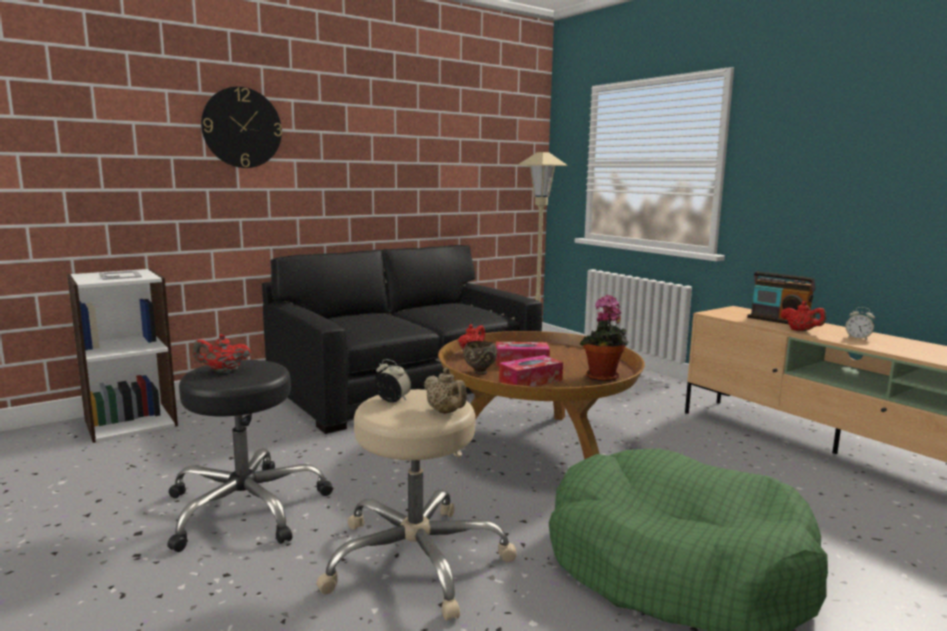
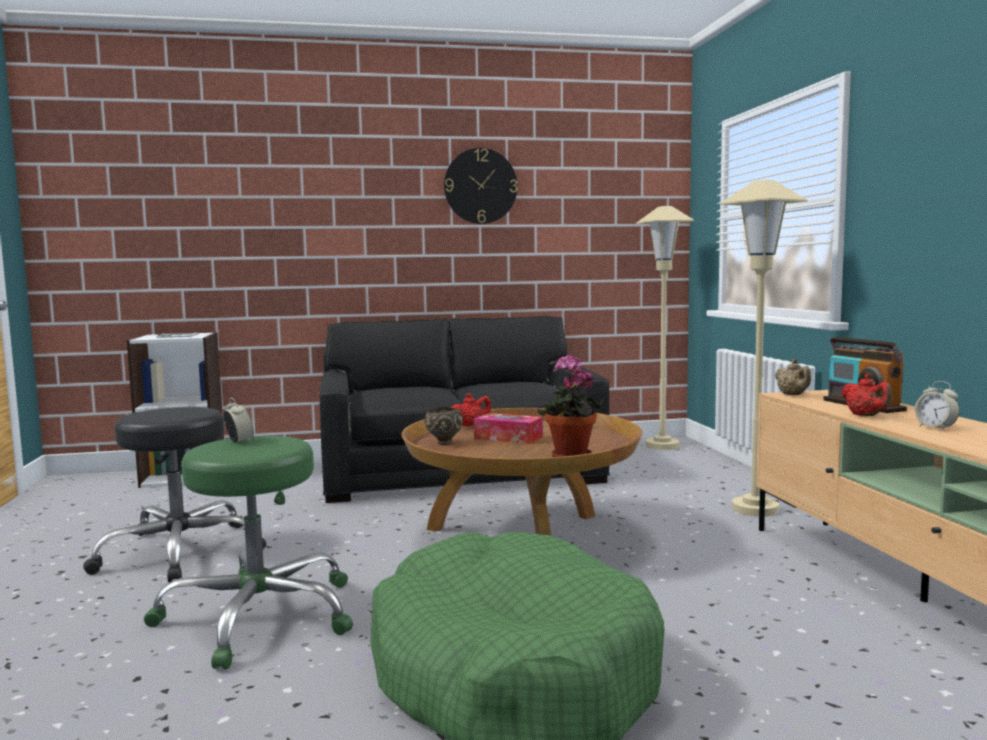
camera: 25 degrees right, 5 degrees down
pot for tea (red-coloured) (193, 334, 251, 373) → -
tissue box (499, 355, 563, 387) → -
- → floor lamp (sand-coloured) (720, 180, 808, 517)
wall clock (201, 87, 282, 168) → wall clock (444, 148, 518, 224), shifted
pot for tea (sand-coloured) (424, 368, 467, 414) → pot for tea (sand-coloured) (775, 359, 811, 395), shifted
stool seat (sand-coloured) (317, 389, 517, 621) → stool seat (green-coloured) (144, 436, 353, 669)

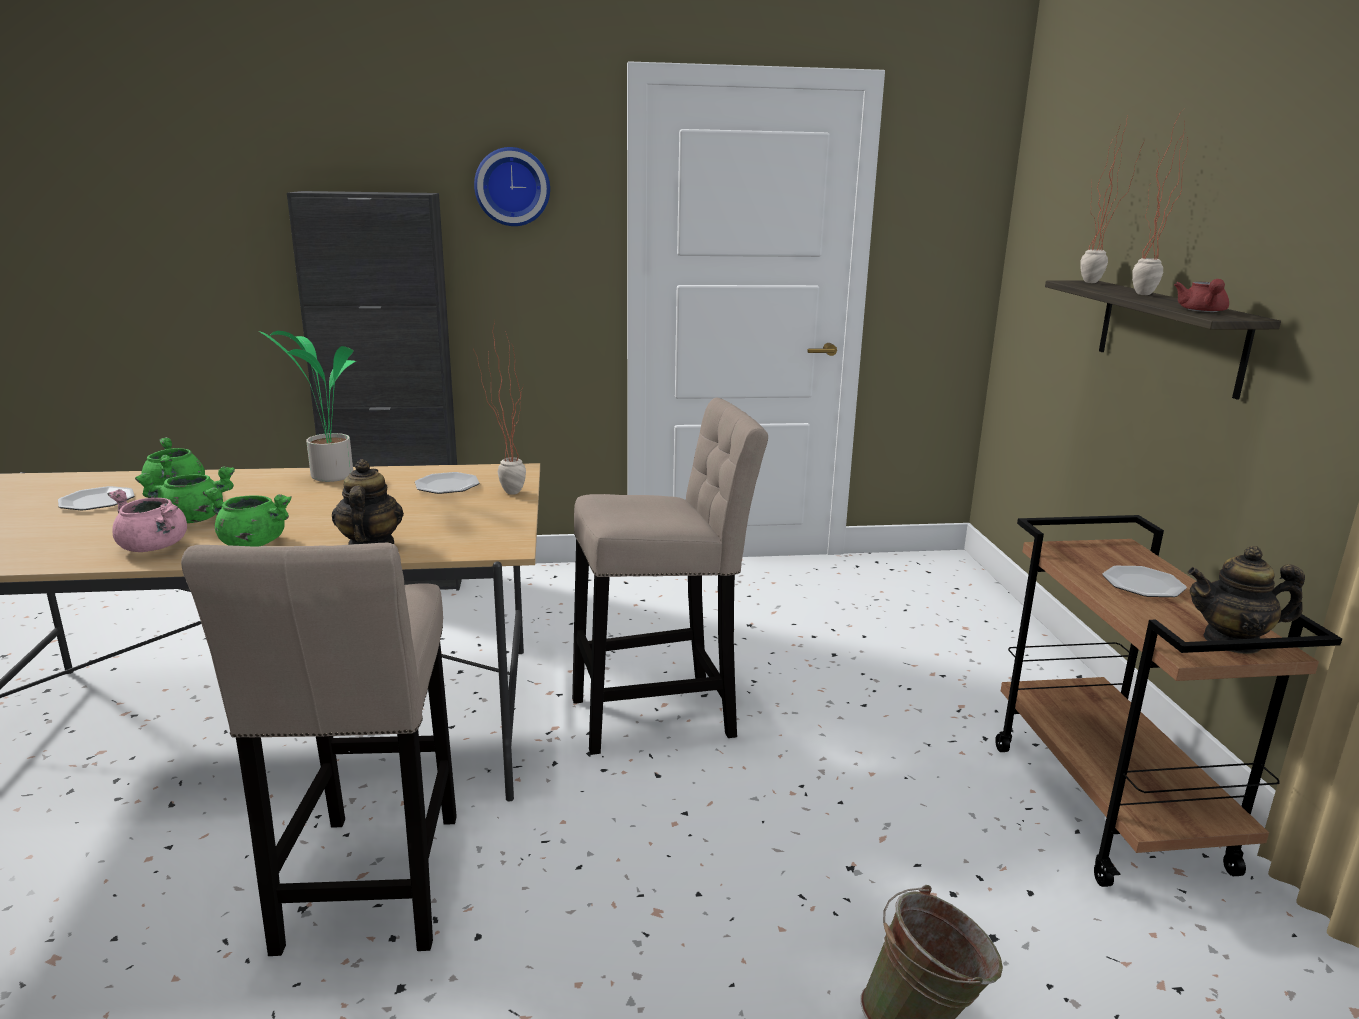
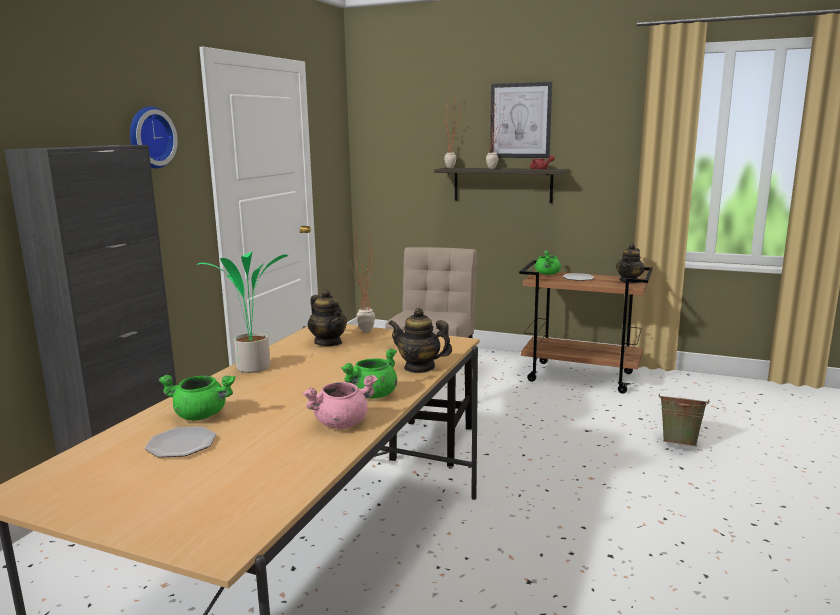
camera: 60 degrees left, 5 degrees down
stool seat (sand-coloured) (181, 543, 457, 956) → -
- → wall picture (490, 82, 552, 158)
cooking pot (green-coloured) (135, 466, 235, 523) → cooking pot (green-coloured) (535, 250, 561, 275), shifted
plate (415, 472, 479, 494) → pot for tea (308, 289, 347, 346)

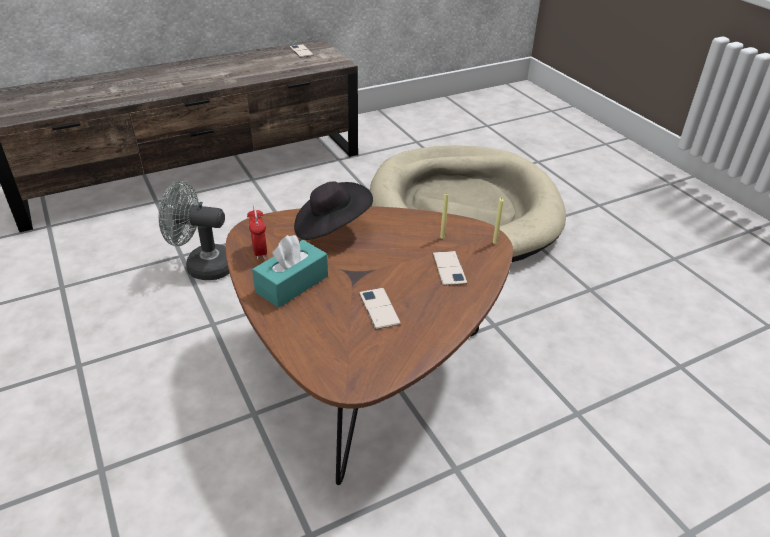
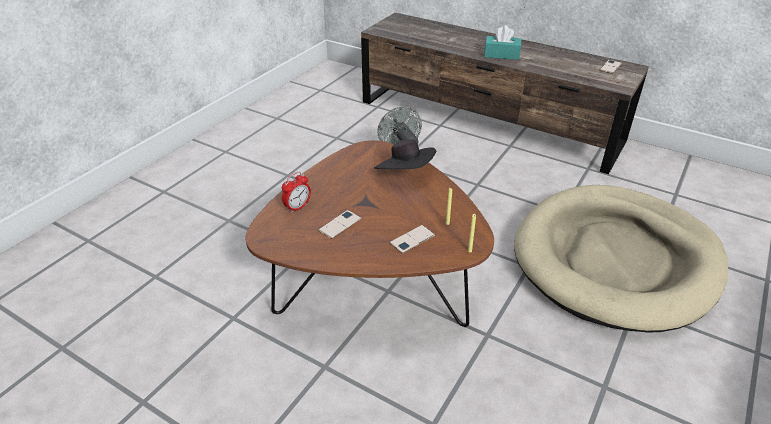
camera: 60 degrees right, 0 degrees up
alarm clock (247, 205, 267, 260) → alarm clock (282, 172, 311, 213), shifted
tissue box (blue-green) (252, 235, 328, 308) → tissue box (blue-green) (484, 25, 521, 60), shifted

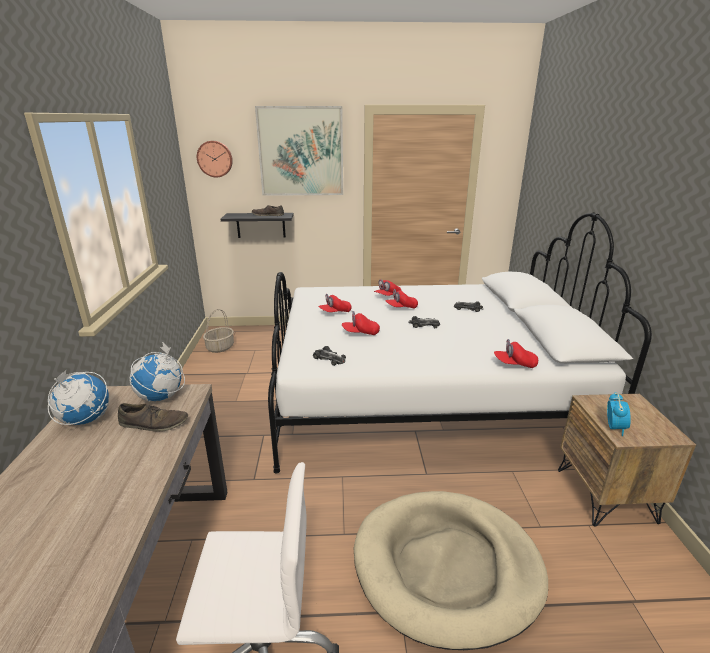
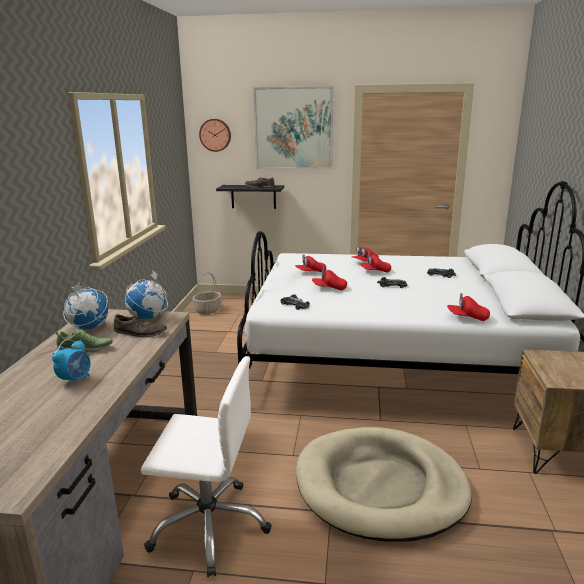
camera: 10 degrees right, 5 degrees down
- → item of footwear (55, 329, 113, 353)
alarm clock (607, 392, 631, 436) → alarm clock (52, 340, 91, 387), shifted

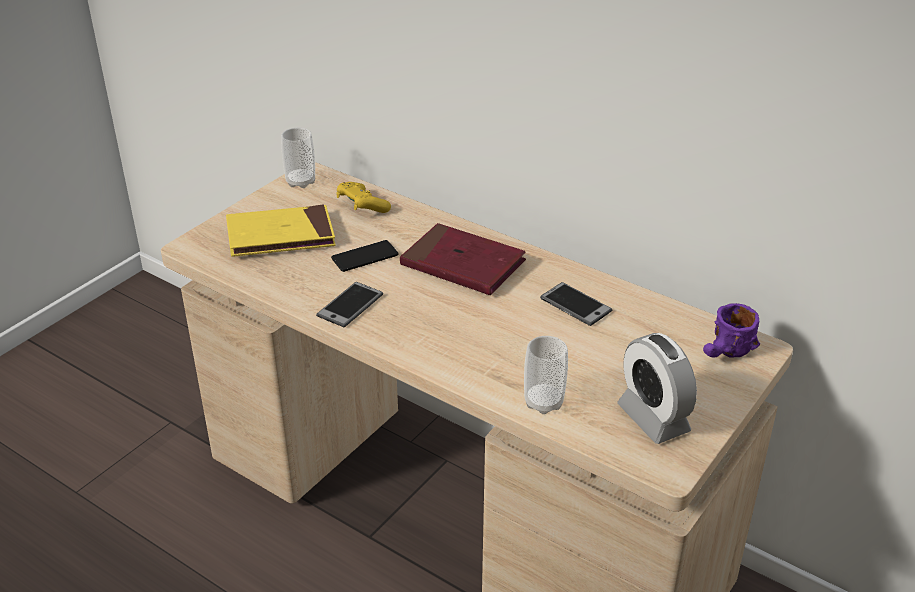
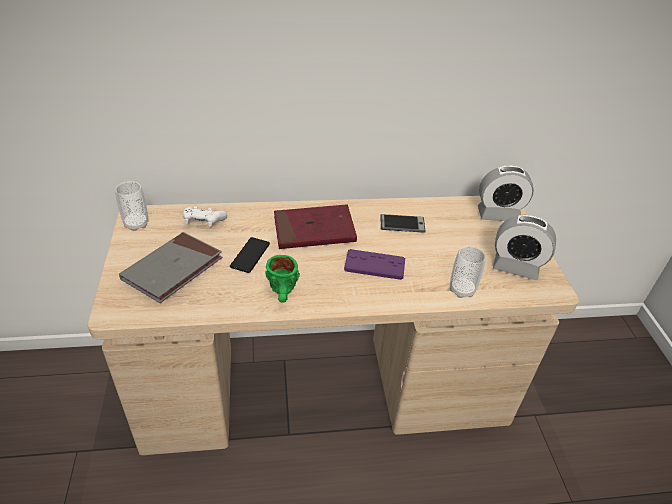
camera: 45 degrees left, 5 degrees up
- → game controller (purple-coloured) (344, 249, 405, 280)
telephone (316, 282, 383, 327) → tea mug (green-coloured) (265, 255, 300, 302)
tea mug (purple-coloured) (703, 303, 760, 358) → alarm clock (478, 165, 534, 221)
bound book (yellow-coloured) (226, 204, 336, 257) → bound book (greyish) (119, 232, 222, 303)
game controller (yellow-coloured) (337, 182, 391, 213) → game controller (whitish) (183, 206, 227, 226)

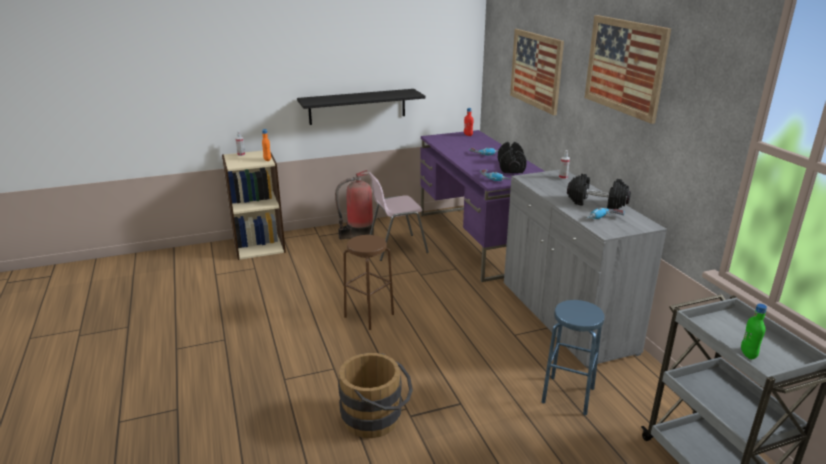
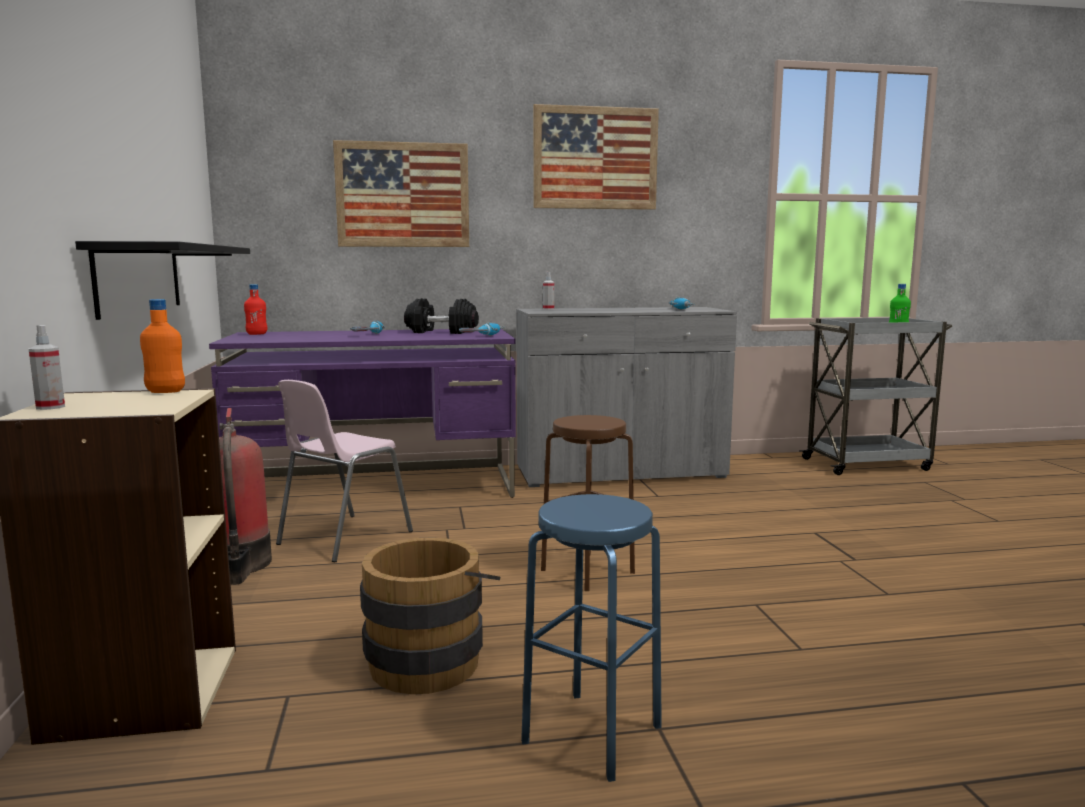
camera: 80 degrees left, 15 degrees down
hand weight (black) (567, 174, 631, 209) → -
water bucket (brownish) (338, 353, 413, 438) → water bucket (brownish) (360, 537, 500, 694), shifted
stool seat (blue) (542, 300, 605, 415) → stool seat (blue) (521, 494, 662, 782), shifted
upright chair (pink-coloured) (368, 172, 429, 261) → upright chair (pink-coloured) (276, 380, 413, 562), 45 degrees clockwise

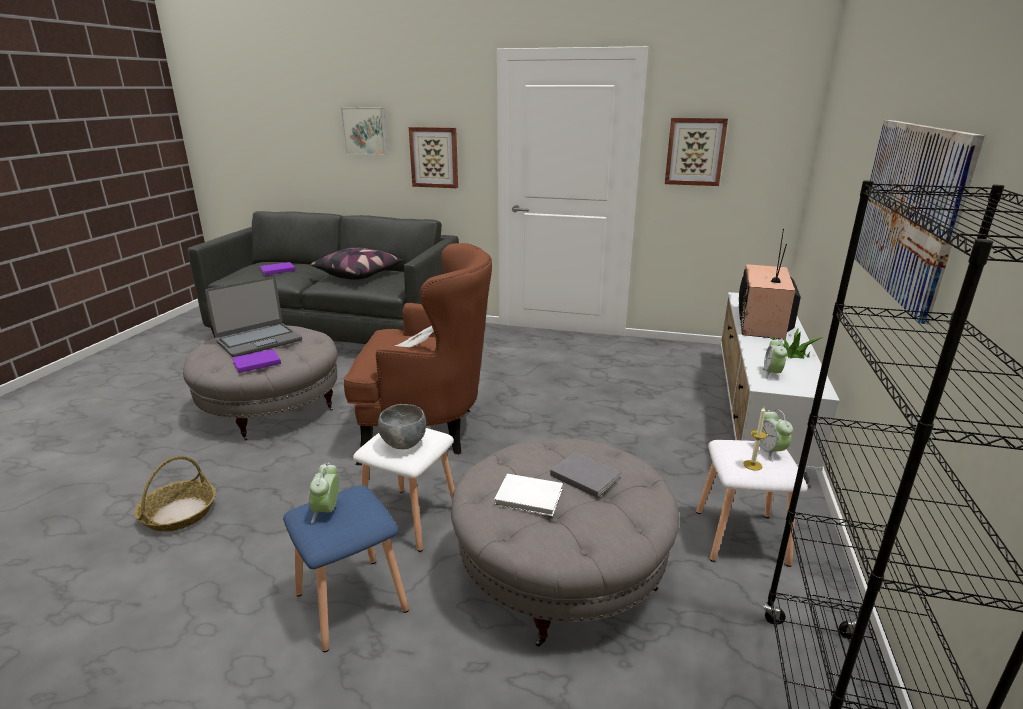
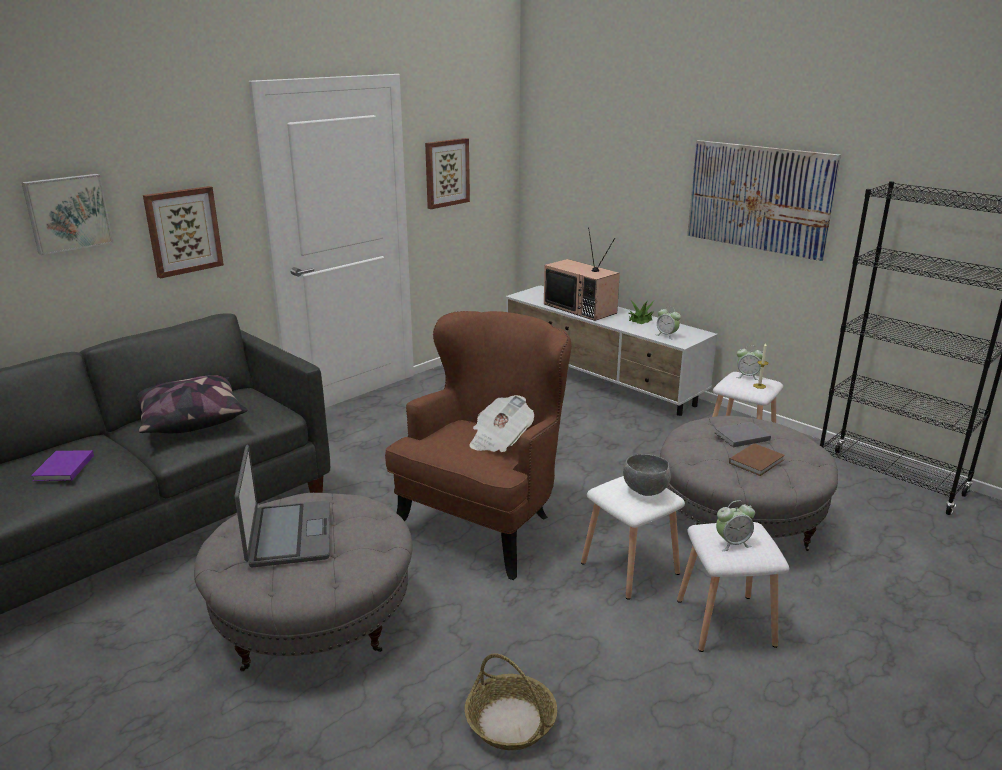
camera: 60 degrees left, 0 degrees up
bound book (purple-coloured) (232, 349, 281, 373) → -
stool seat (blue) (283, 485, 409, 652) → stool seat (whitish) (677, 522, 789, 652)
bound book (whitish) (494, 474, 563, 516) → bound book (brownish) (729, 443, 785, 476)
alarm clock (309, 463, 339, 523) → alarm clock (716, 501, 755, 551), 45 degrees counterclockwise

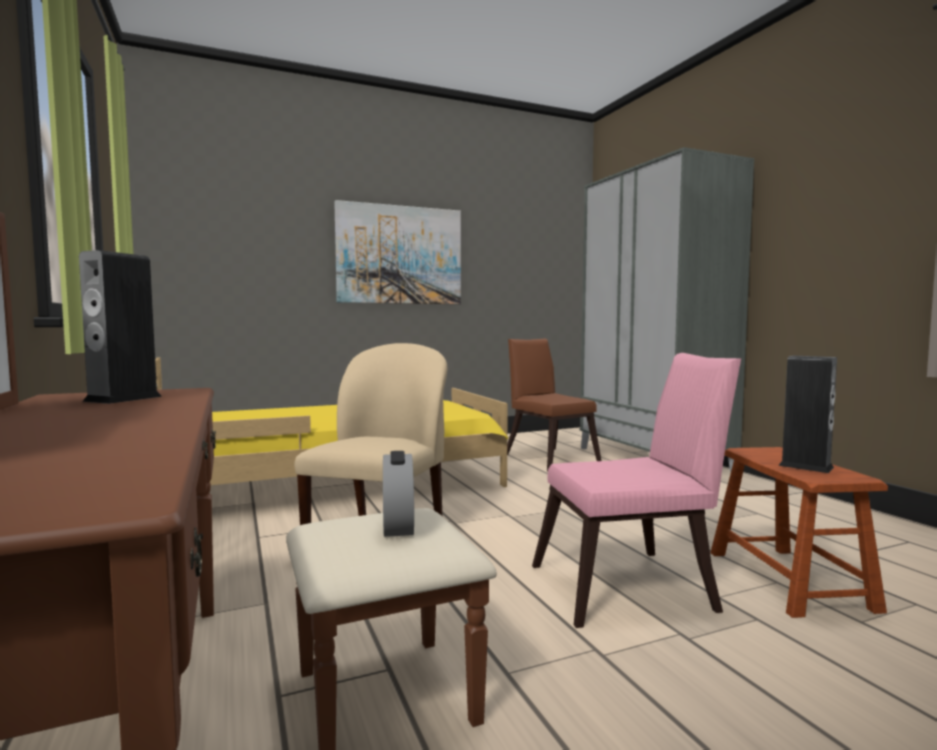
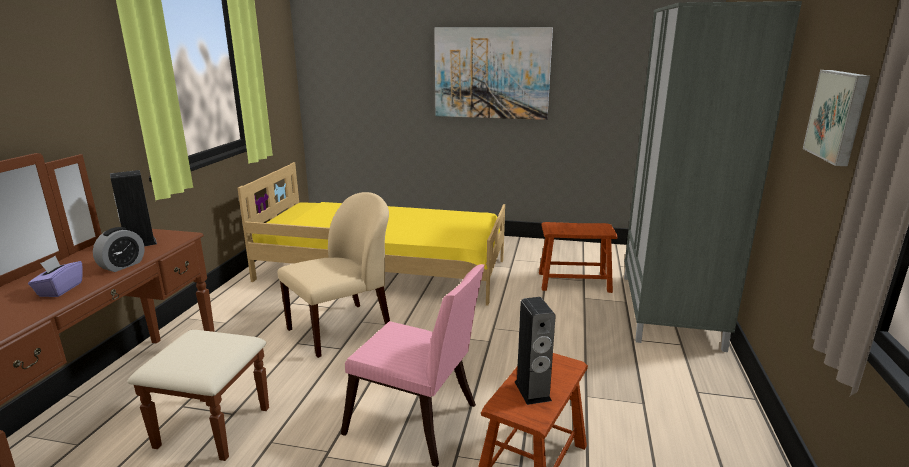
camera: 35 degrees right, 15 degrees up
- → tissue box (purple-coloured) (28, 256, 83, 297)
- → wall picture (803, 70, 871, 166)
alarm clock (383, 451, 414, 537) → alarm clock (93, 227, 145, 272), shifted
upright chair (brownish) (507, 339, 601, 471) → stool seat (brownish) (539, 222, 617, 293)

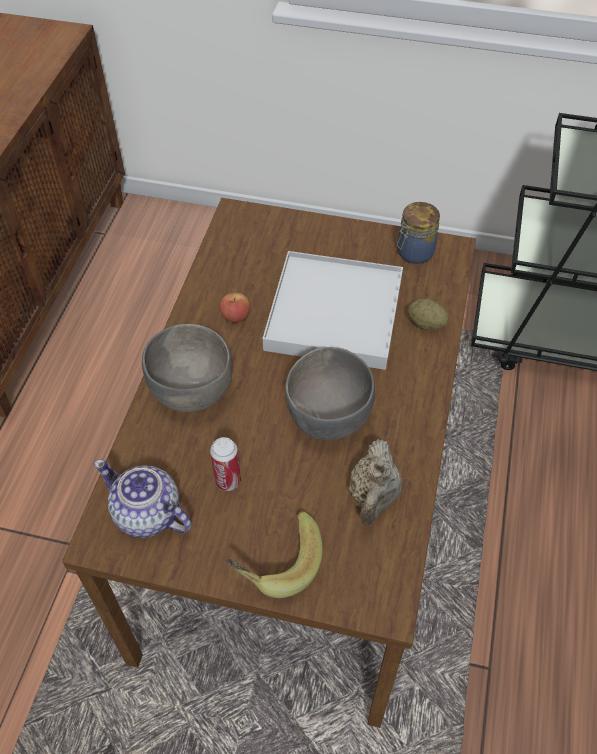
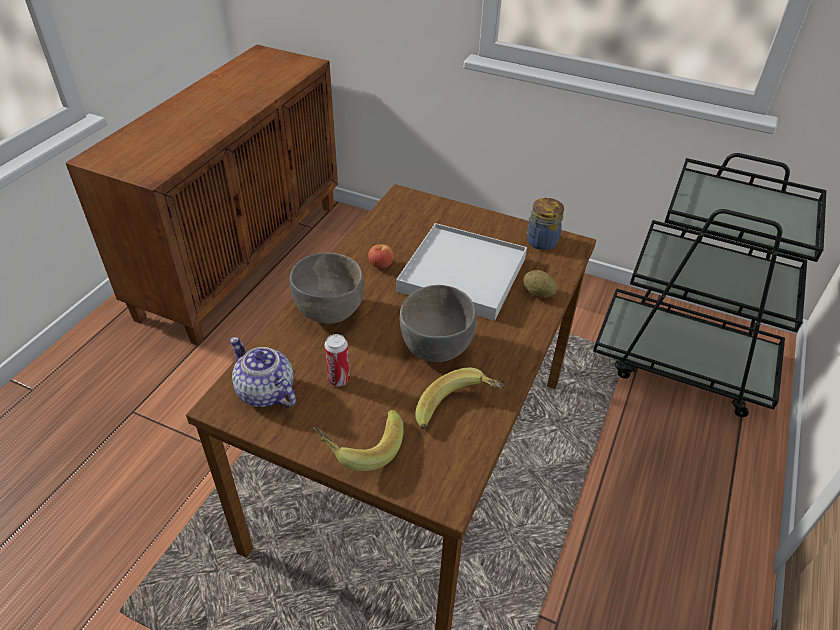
camera: 10 degrees right, 10 degrees down
pot for tea (sand-coloured) (349, 439, 402, 525) → whole banana (415, 367, 505, 429)

